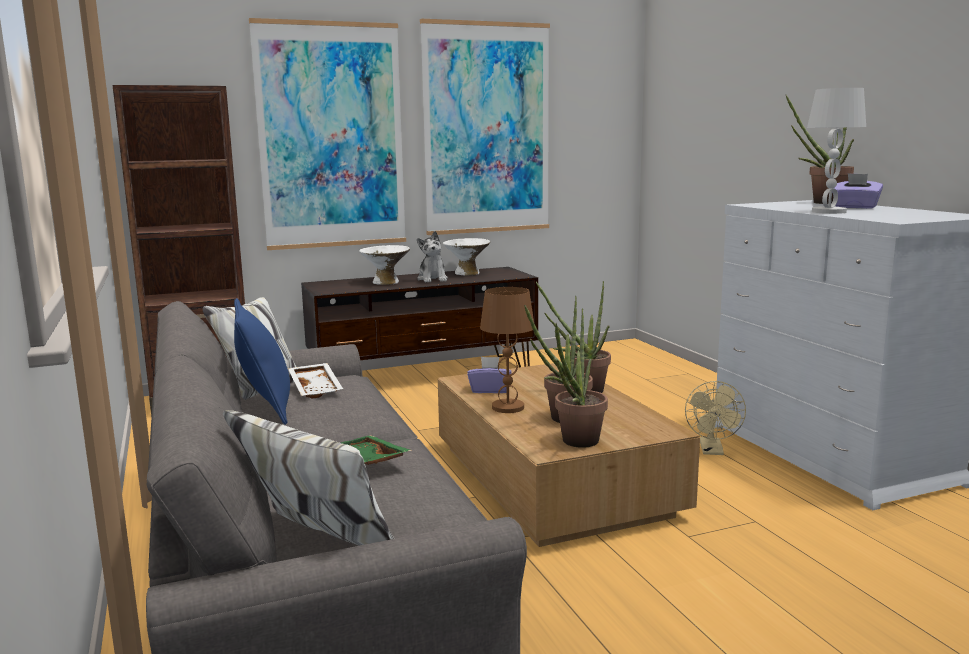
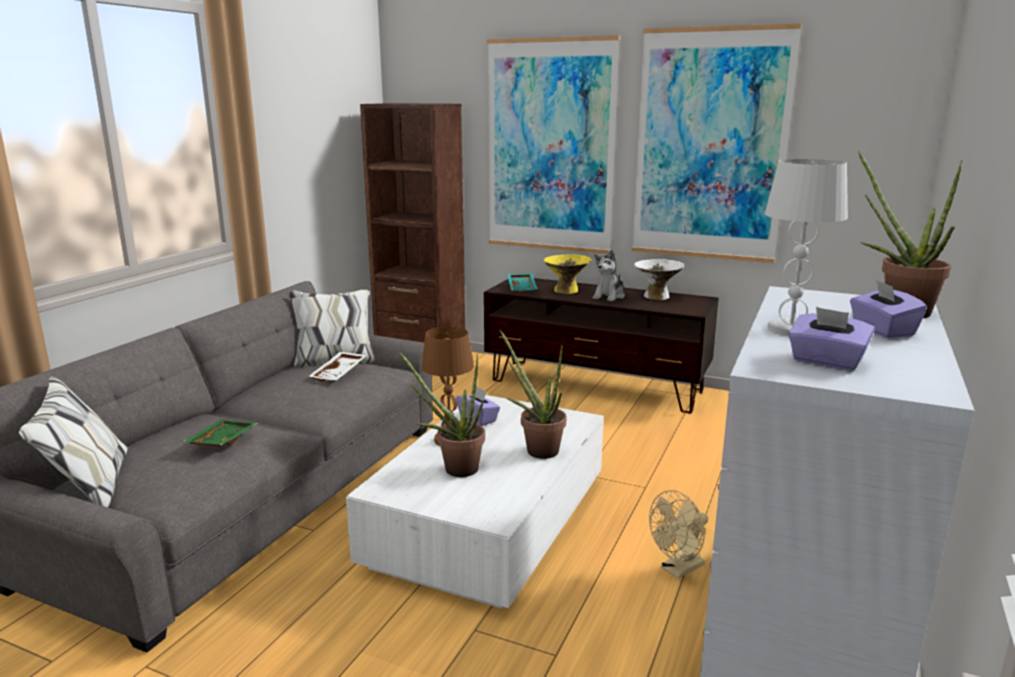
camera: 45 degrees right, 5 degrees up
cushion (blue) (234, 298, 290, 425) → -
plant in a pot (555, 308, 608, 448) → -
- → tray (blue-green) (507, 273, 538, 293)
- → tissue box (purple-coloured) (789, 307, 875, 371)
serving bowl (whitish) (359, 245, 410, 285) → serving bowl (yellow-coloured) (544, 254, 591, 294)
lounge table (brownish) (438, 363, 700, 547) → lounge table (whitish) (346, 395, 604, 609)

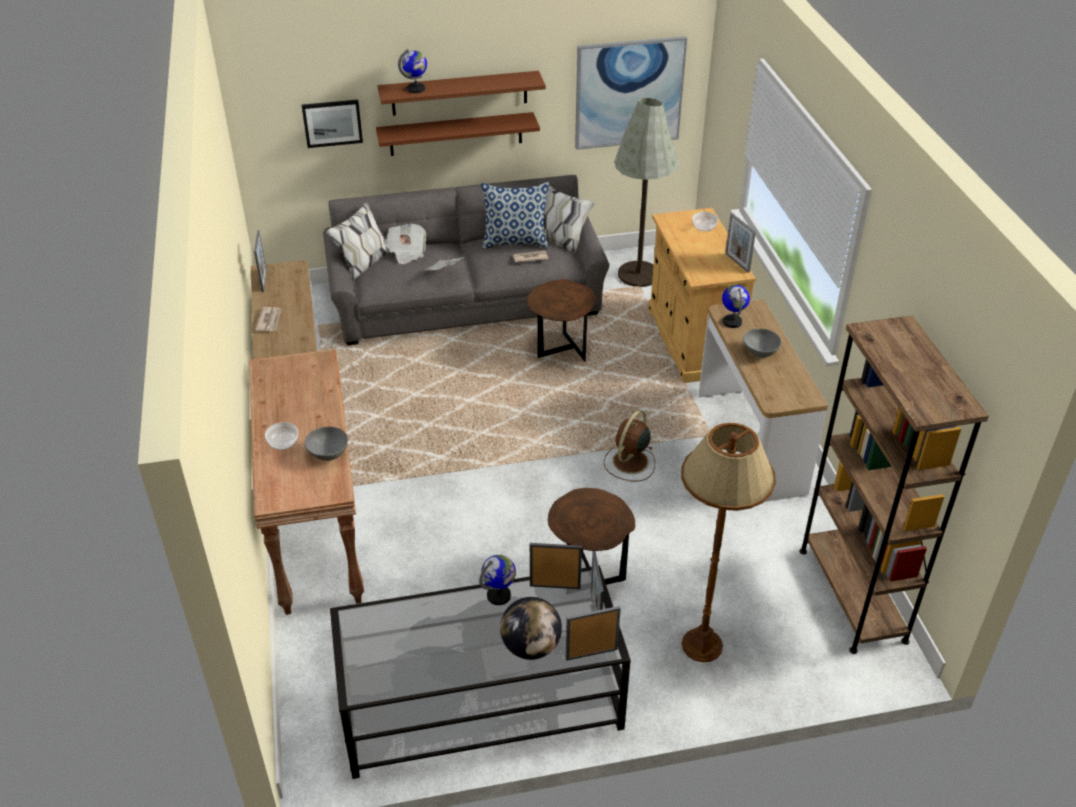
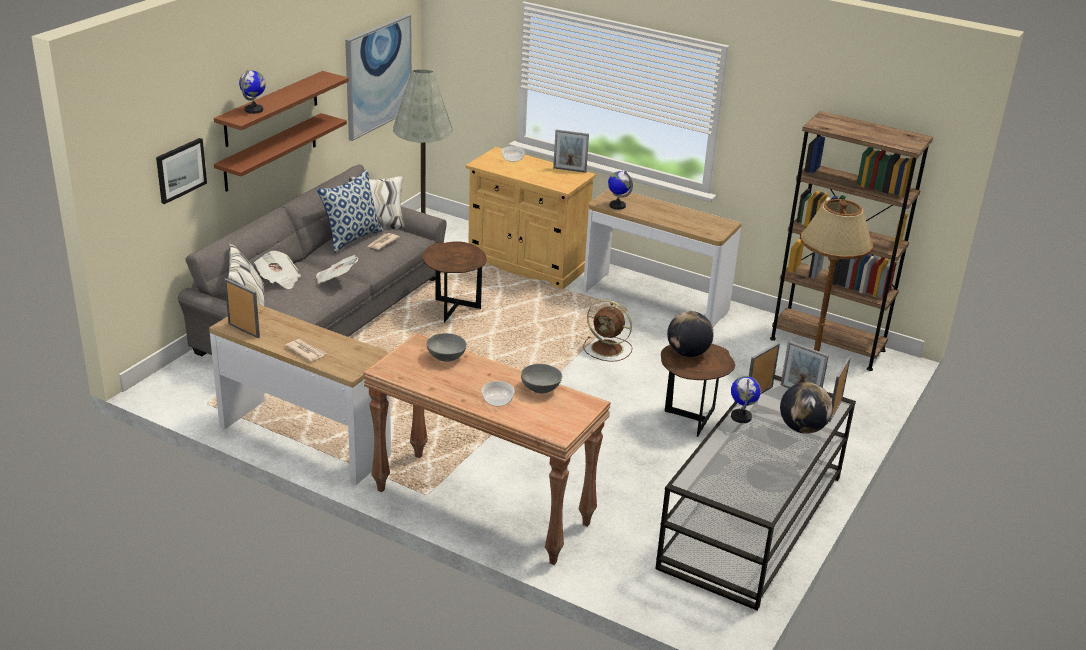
camera: 50 degrees left, 10 degrees down
- → desk globe (667, 311, 714, 357)
serving bowl (greyish) (743, 328, 781, 358) → serving bowl (greyish) (426, 333, 467, 362), shifted
cooling fan (brownish) (604, 410, 655, 481) → cooling fan (brownish) (583, 300, 632, 362), 45 degrees counterclockwise

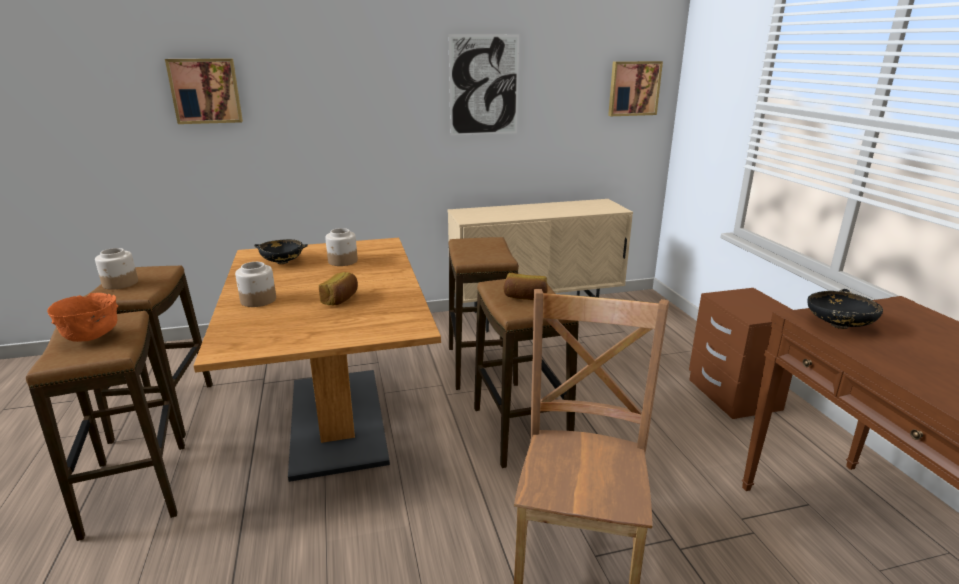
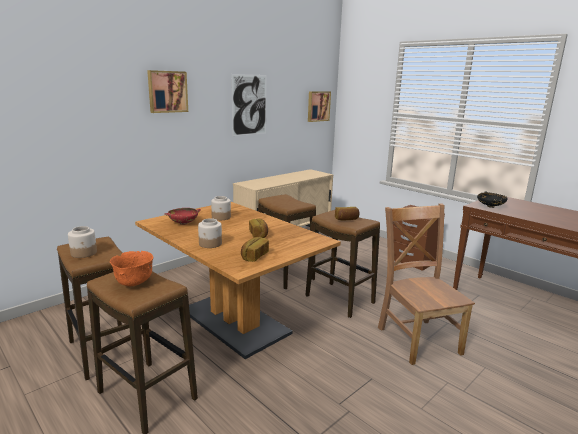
camera: 30 degrees left, 5 degrees down
- → baked bread (241, 237, 269, 262)
wall picture (165, 58, 243, 124) → wall picture (147, 70, 188, 113), shifted
serving bowl (black) (254, 239, 308, 264) → serving bowl (red-coloured) (165, 208, 201, 225)

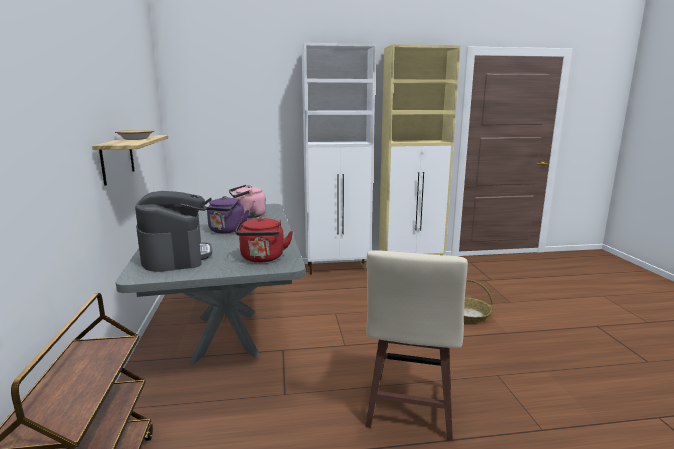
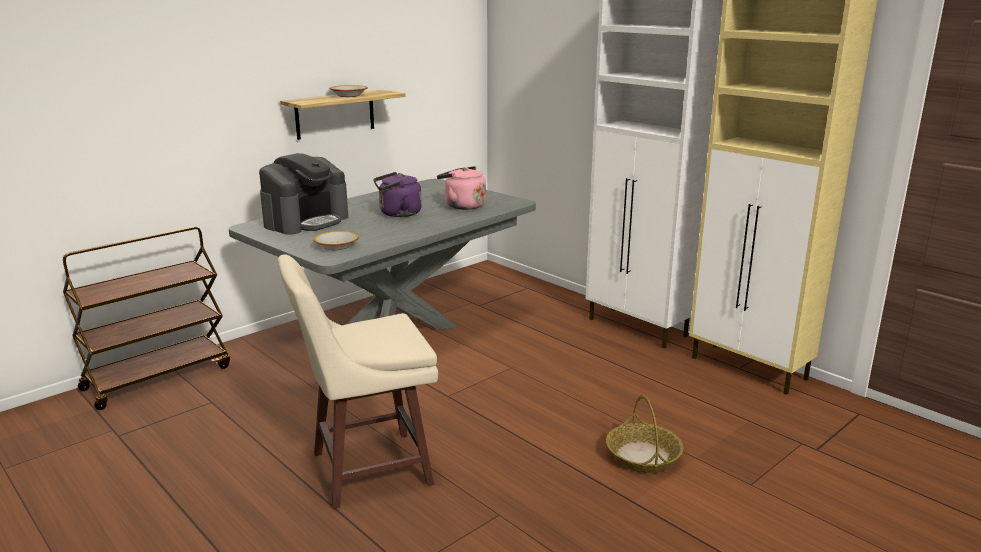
camera: 55 degrees right, 5 degrees up
kettle (red-coloured) (236, 217, 293, 263) → serving bowl (313, 231, 359, 250)

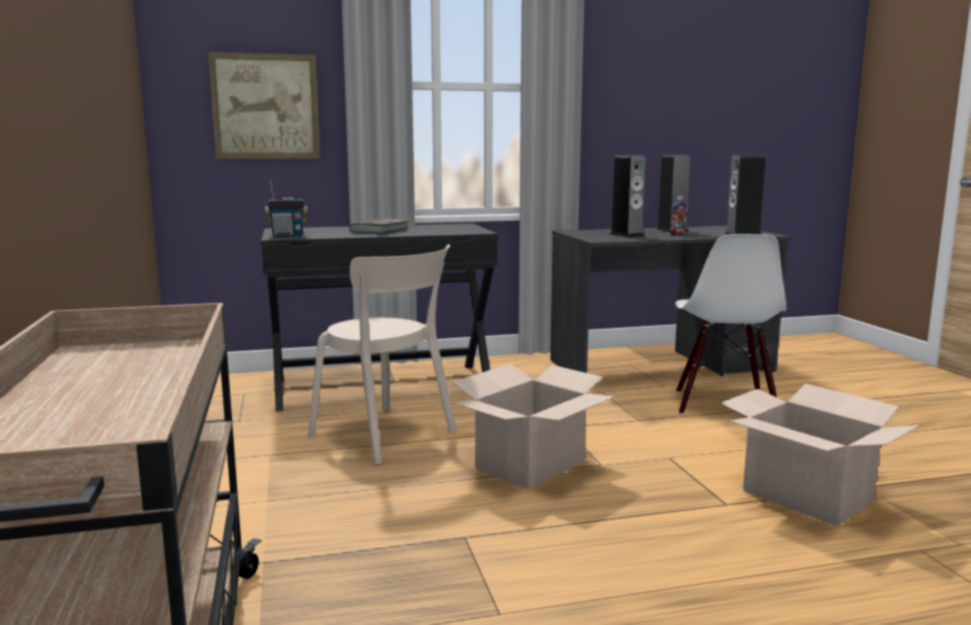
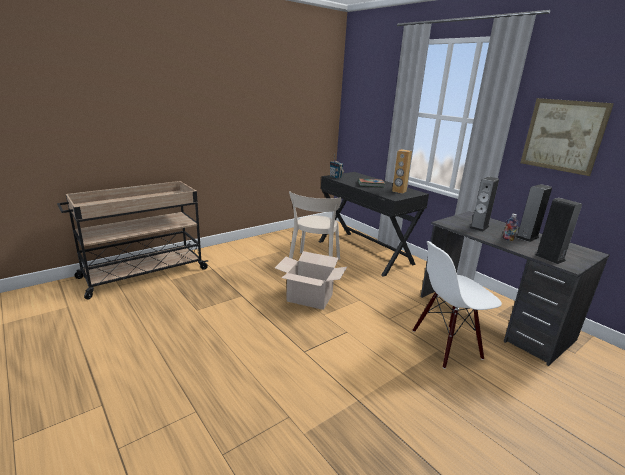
camera: 65 degrees right, 10 degrees up
carton (720, 384, 920, 526) → -
- → audio speaker (brownish) (392, 149, 412, 194)
wall picture (208, 52, 320, 159) → wall picture (520, 98, 614, 176), shifted

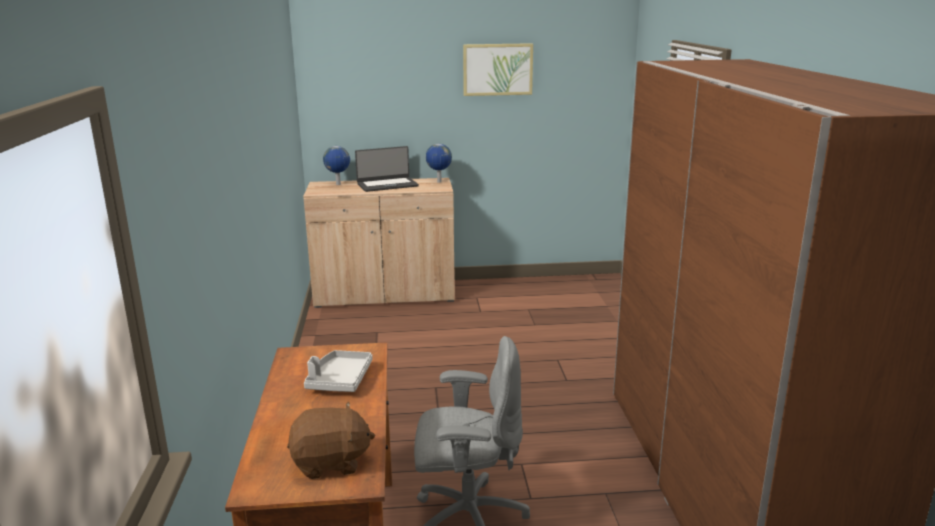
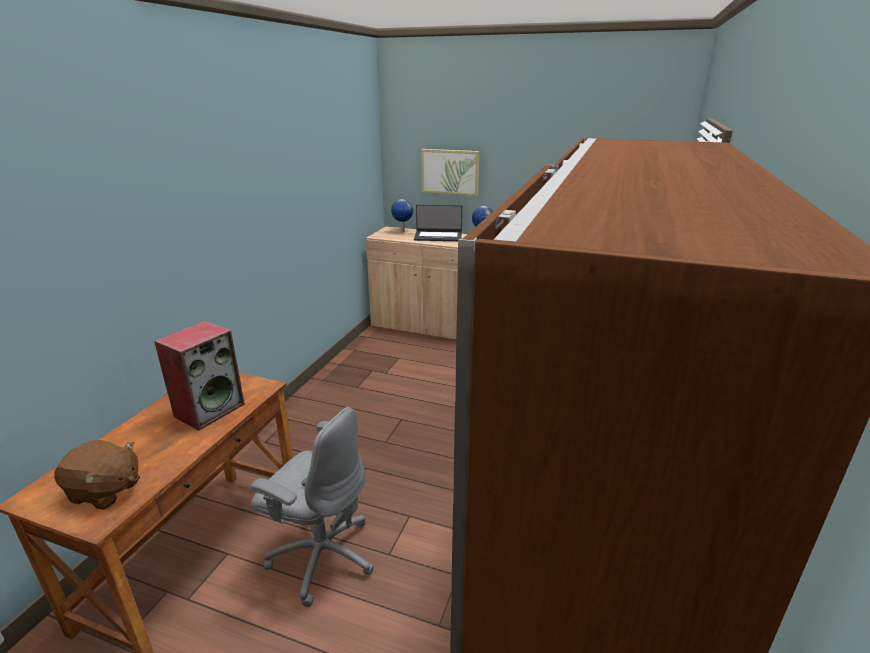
camera: 25 degrees right, 5 degrees up
wall picture (463, 43, 533, 96) → wall picture (421, 149, 480, 196), shifted
tray (greyish) (304, 350, 372, 392) → audio speaker (154, 321, 245, 430)

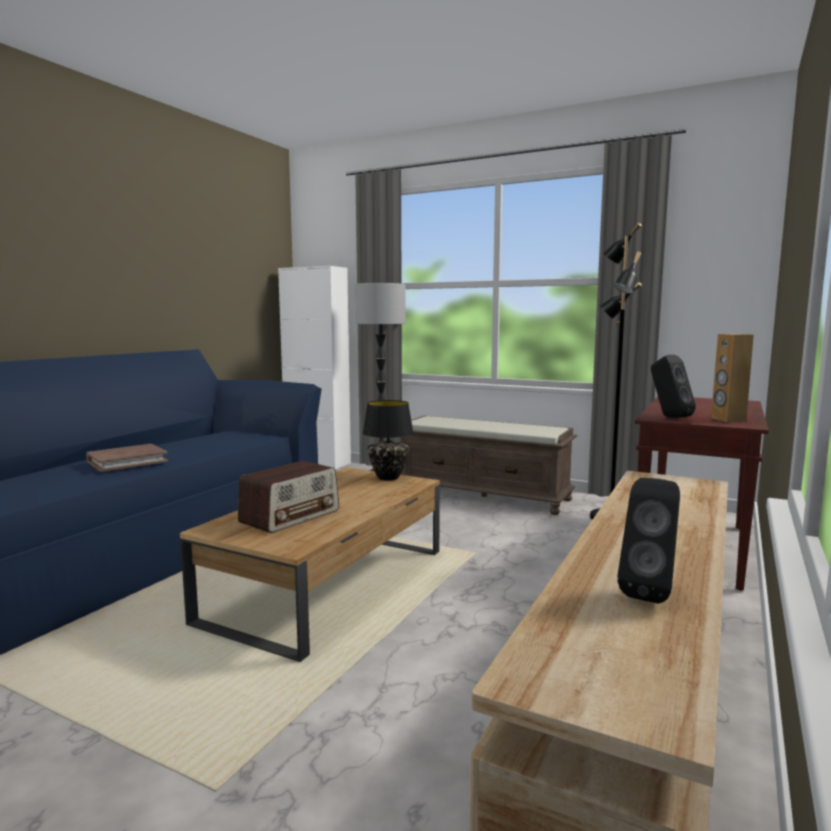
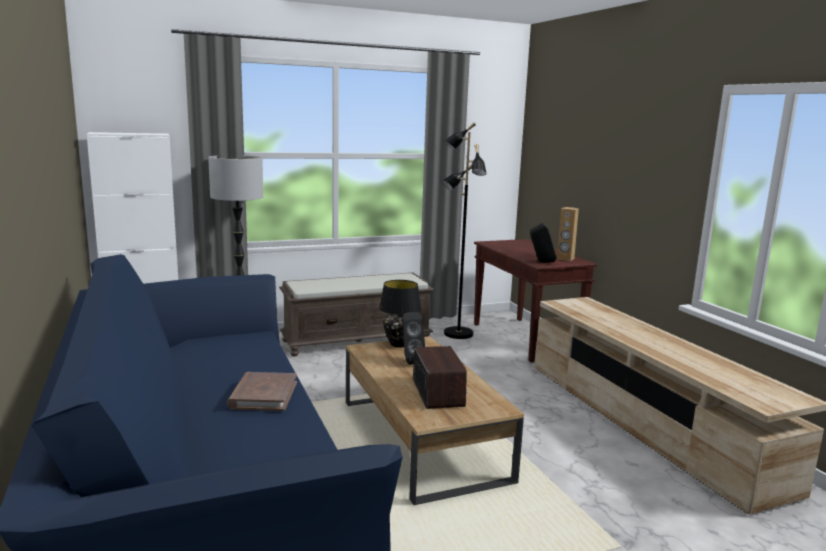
camera: 50 degrees left, 5 degrees up
audio speaker (black) (617, 478, 680, 604) → audio speaker (black) (402, 312, 425, 365), shifted

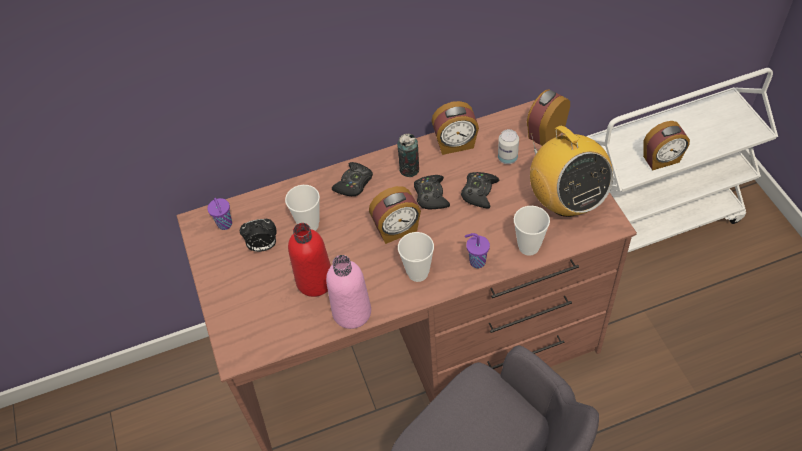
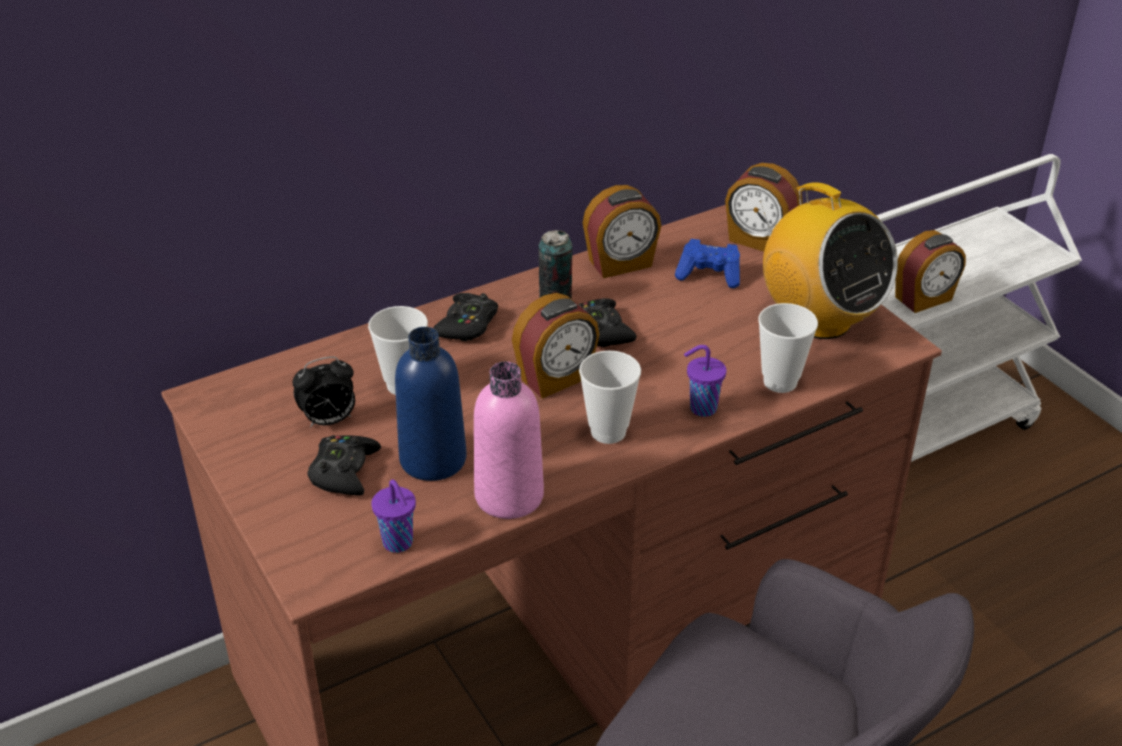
camera: 15 degrees left, 15 degrees down
drinking cup (purple-coloured) (207, 198, 232, 230) → drinking cup (purple-coloured) (371, 479, 416, 553), shifted
game controller (black) (461, 172, 499, 209) → game controller (black) (307, 435, 381, 496), shifted
metal can (498, 129, 519, 164) → game controller (blue) (675, 239, 740, 288)
drink bottle (red-coloured) (288, 223, 331, 297) → drink bottle (blue) (395, 327, 467, 481)
alarm clock (527, 89, 570, 146) → alarm clock (725, 163, 803, 252), 90 degrees counterclockwise

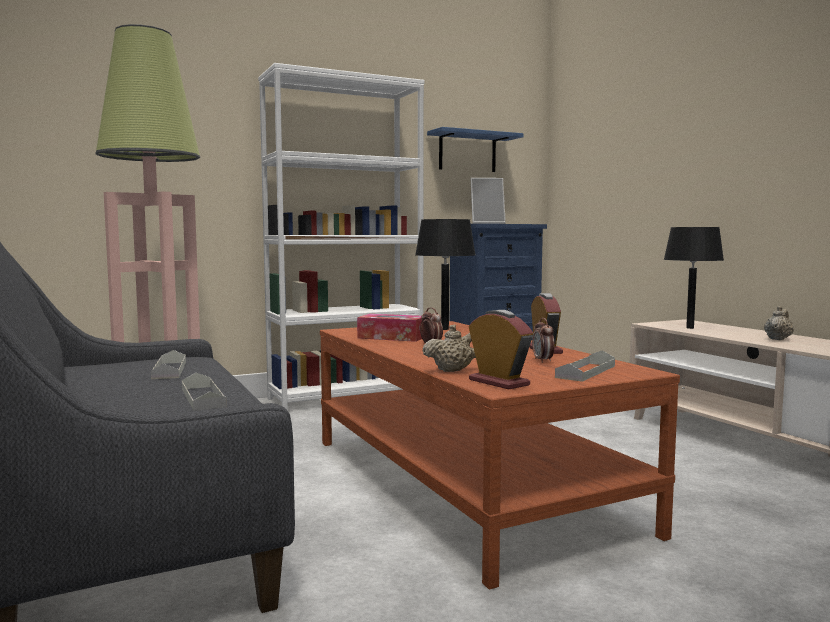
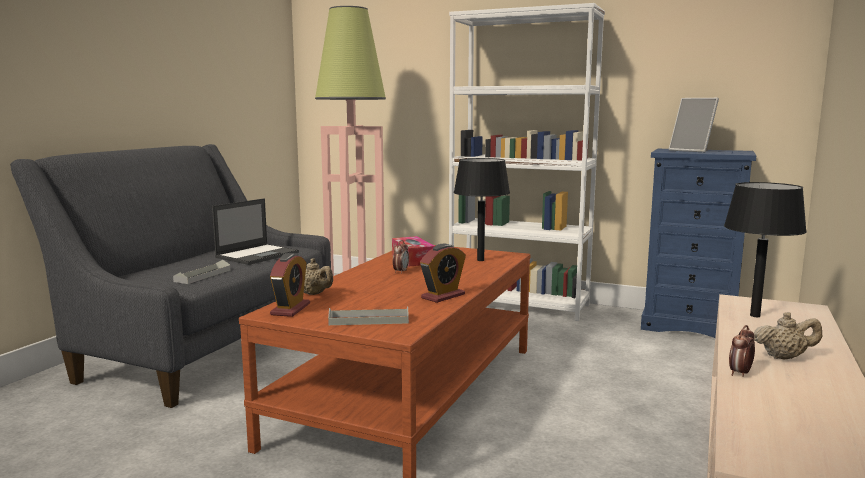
camera: 50 degrees right, 5 degrees up
bracket shelf (blue) (427, 127, 524, 172) → -
alarm clock (532, 318, 555, 363) → alarm clock (729, 325, 755, 377), shifted
tray (greyish) (151, 350, 186, 379) → notebook computer (212, 198, 299, 265)

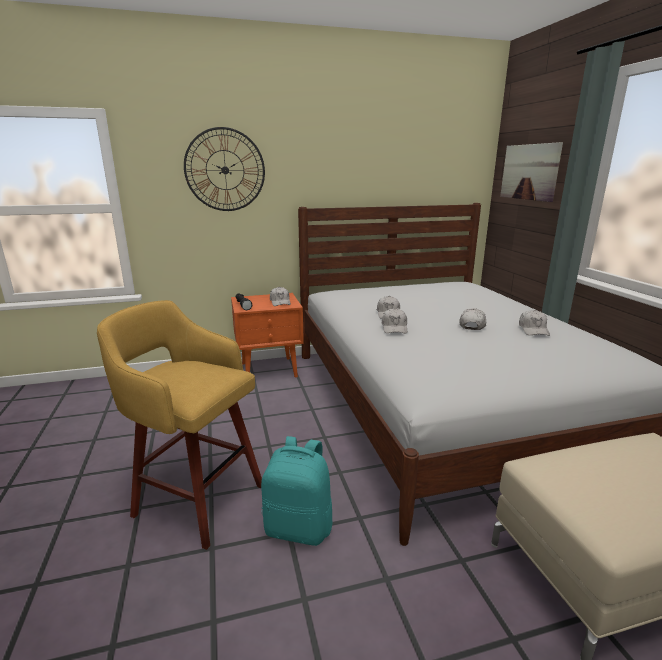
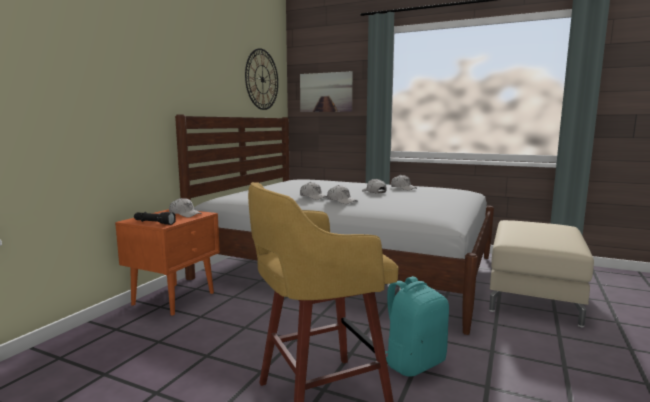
camera: 50 degrees left, 10 degrees down
wall clock (184, 127, 265, 211) → wall clock (245, 48, 278, 110), shifted

